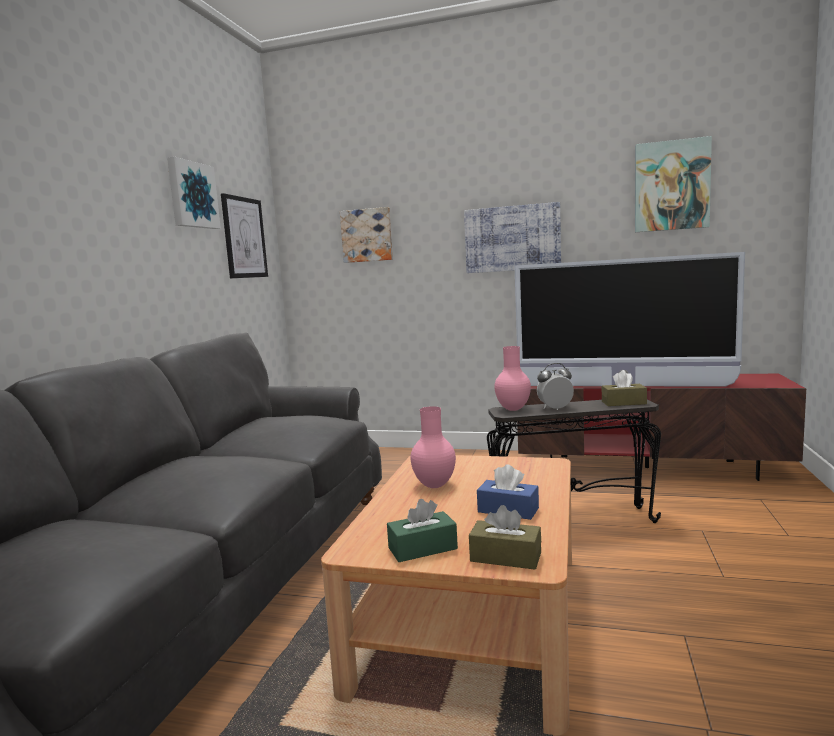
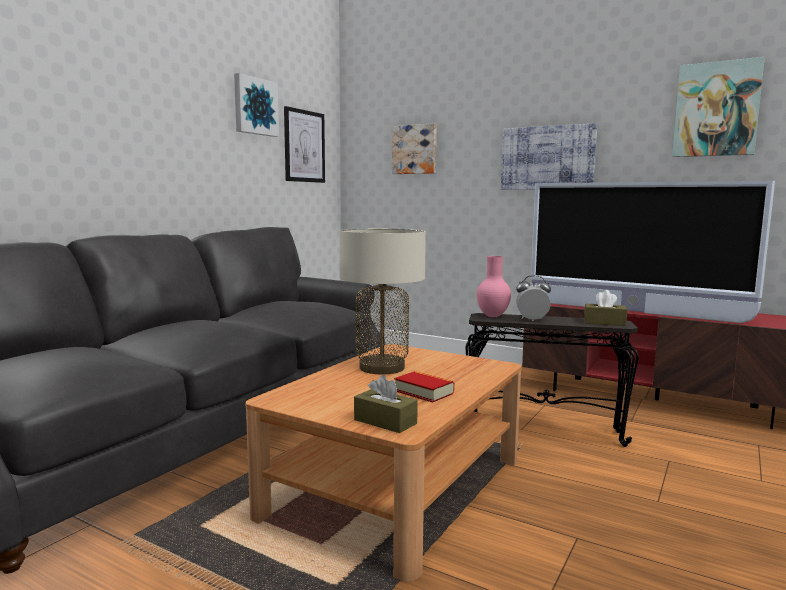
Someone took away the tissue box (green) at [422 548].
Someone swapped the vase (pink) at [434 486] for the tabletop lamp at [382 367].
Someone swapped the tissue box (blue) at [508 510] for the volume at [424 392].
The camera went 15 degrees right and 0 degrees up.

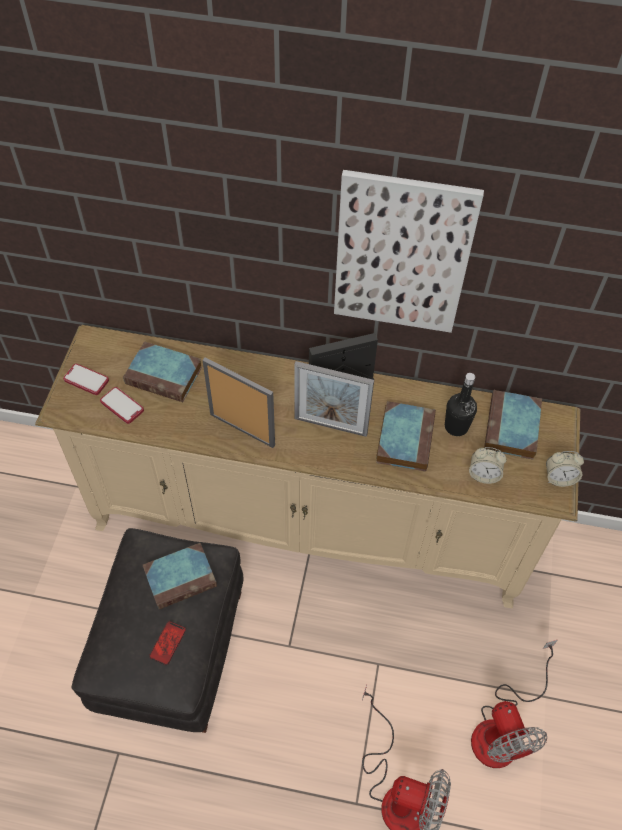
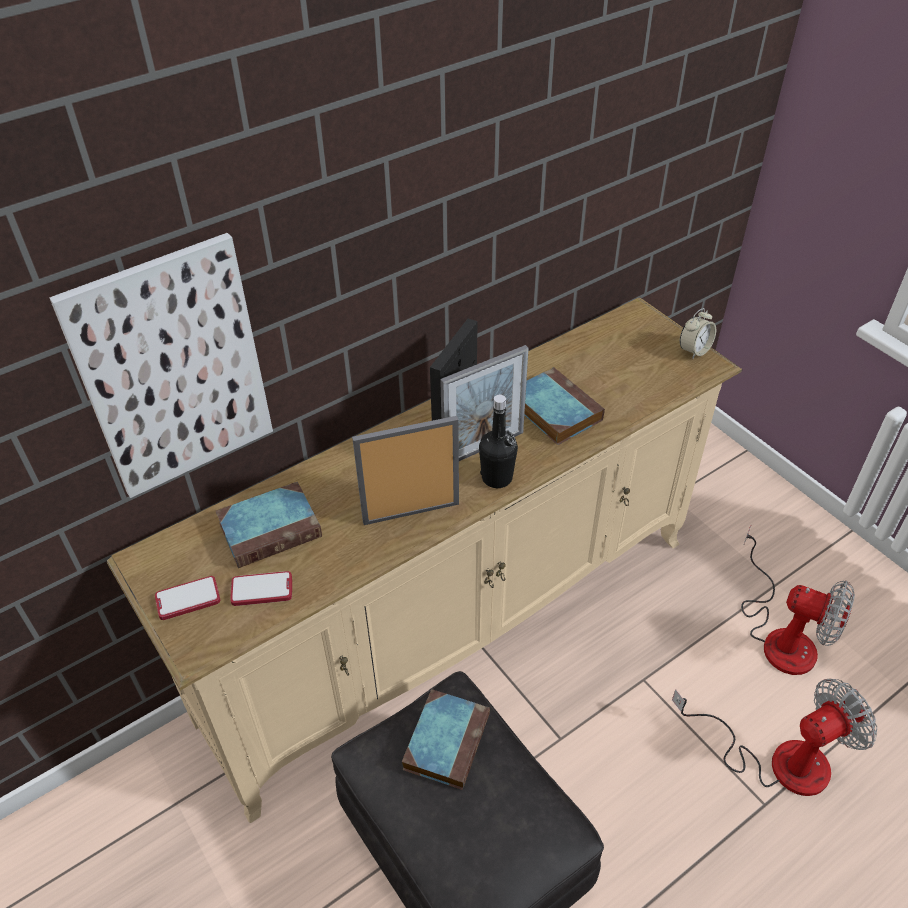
Someone took away the handset at [168 643].
Someone took away the alarm clock at [483 475].
Someone took away the volume at [512 429].
Someone carried the wall art from [402 255] to [173 370].
Someone carried the drink bottle (black) from [456 426] to [497 478].
The camera went 45 degrees left and 10 degrees down.

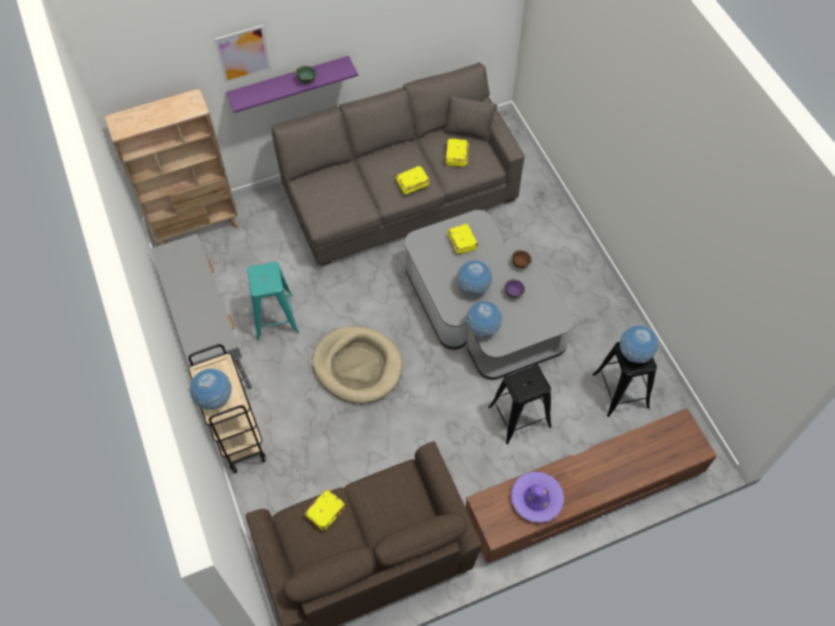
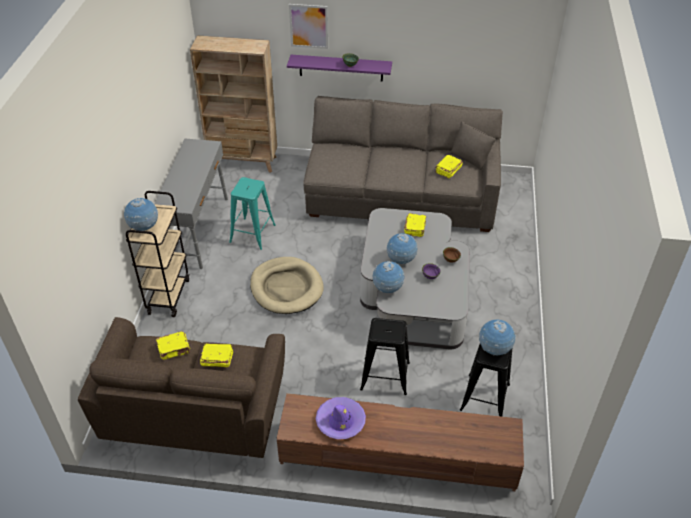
Someone carried the volume (yellow-coloured) from [412 184] to [217 359].
The camera went 30 degrees right and 15 degrees down.

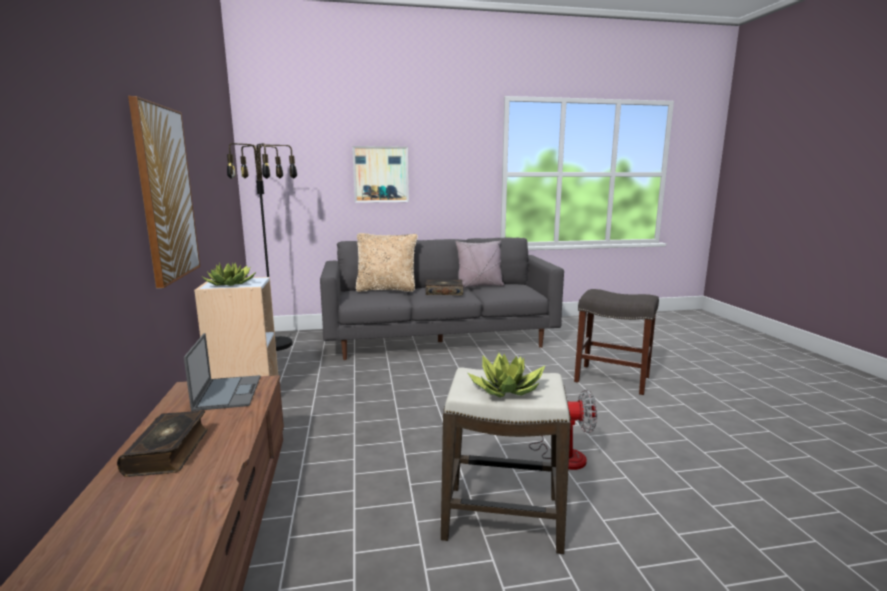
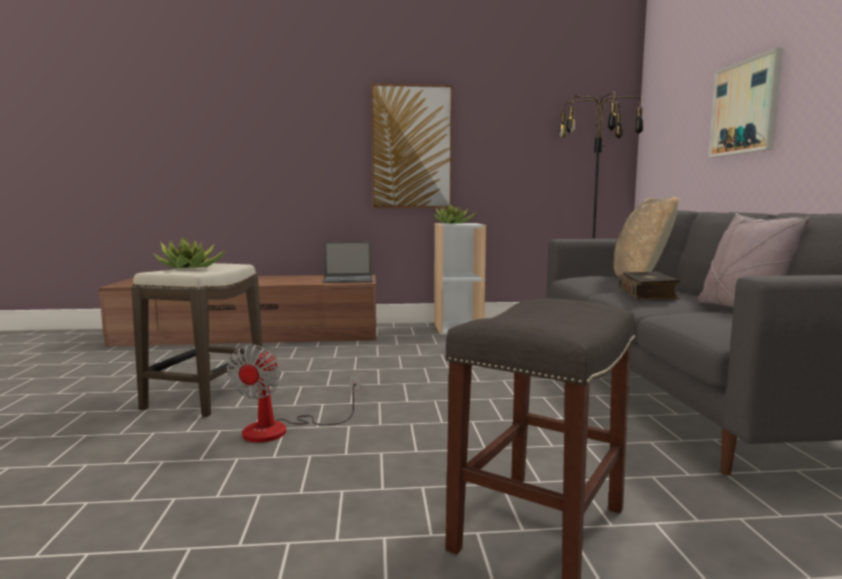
Someone took away the volume at [169 451].
The camera went 95 degrees right and 5 degrees down.

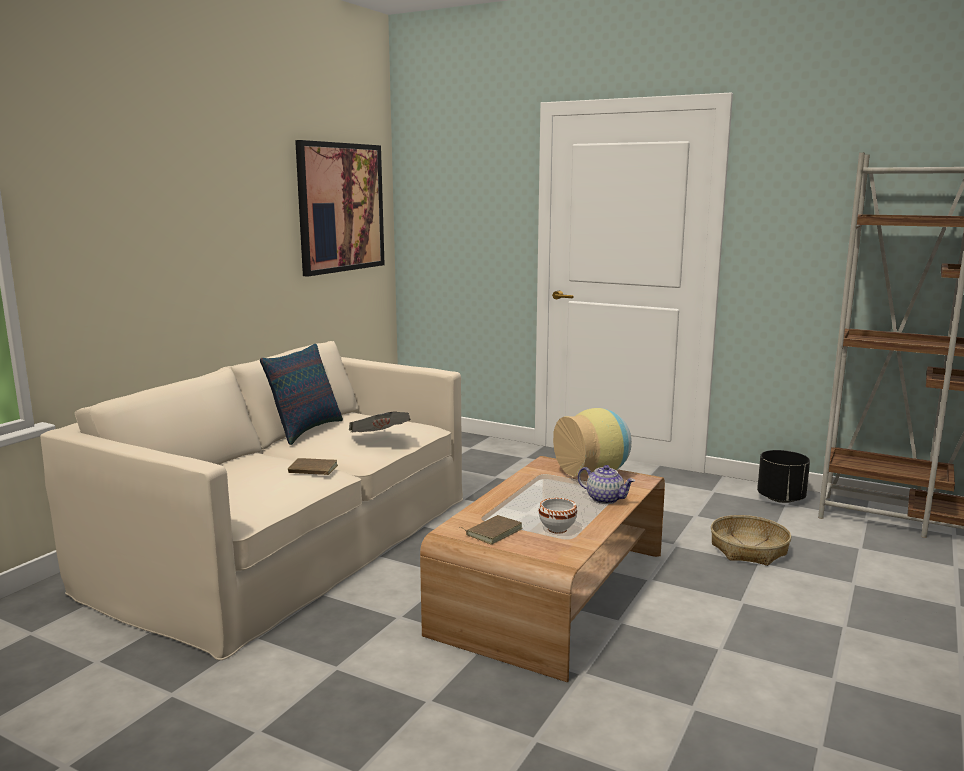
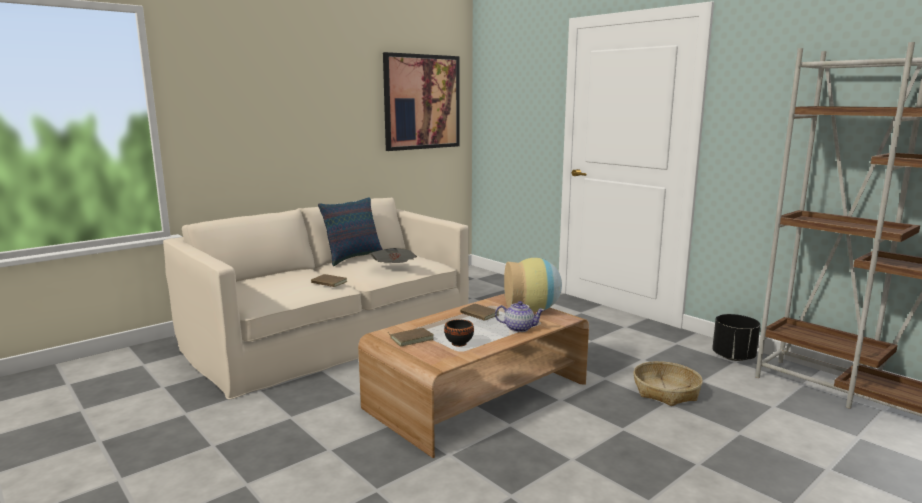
Someone put down the volume (brownish) at [478 314].
Someone repainted the serving bowl (white) at [557 528], which became the serving bowl (black) at [459 343].
Someone rotated the teapot at [605 499] by 45 degrees counterclockwise.
The camera went 20 degrees right and 0 degrees up.

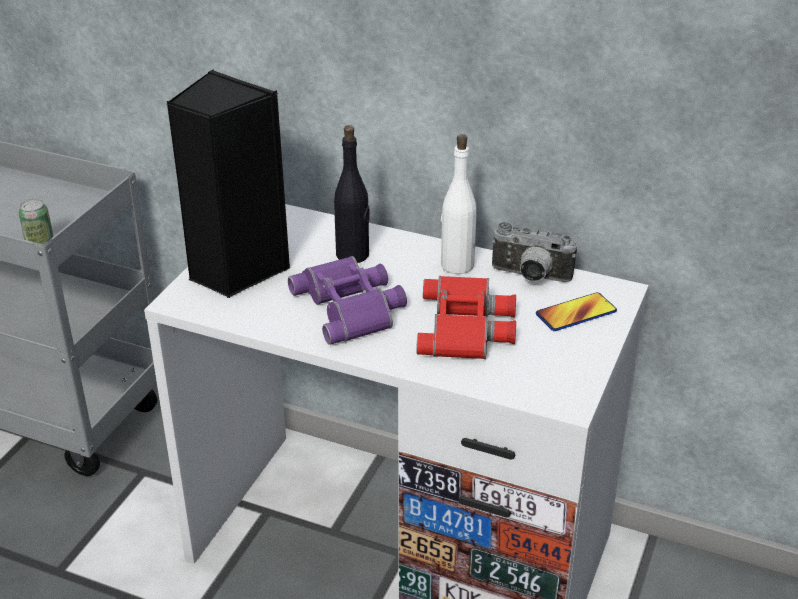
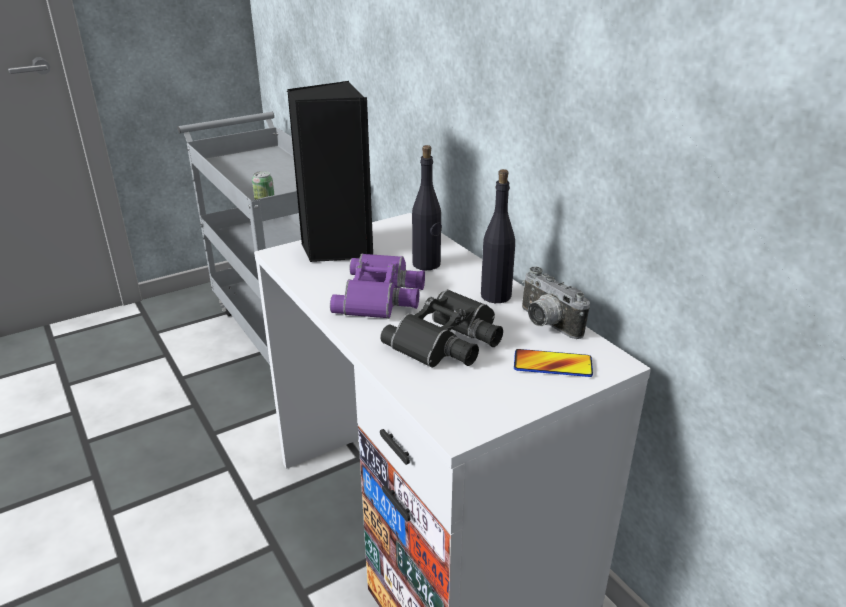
Someone repainted the binoculars (red-coloured) at [468 327], which became the binoculars (black) at [448 340].
Someone repainted the drink bottle (white) at [457 265], which became the drink bottle (black) at [495 296].
The camera went 35 degrees right and 5 degrees down.

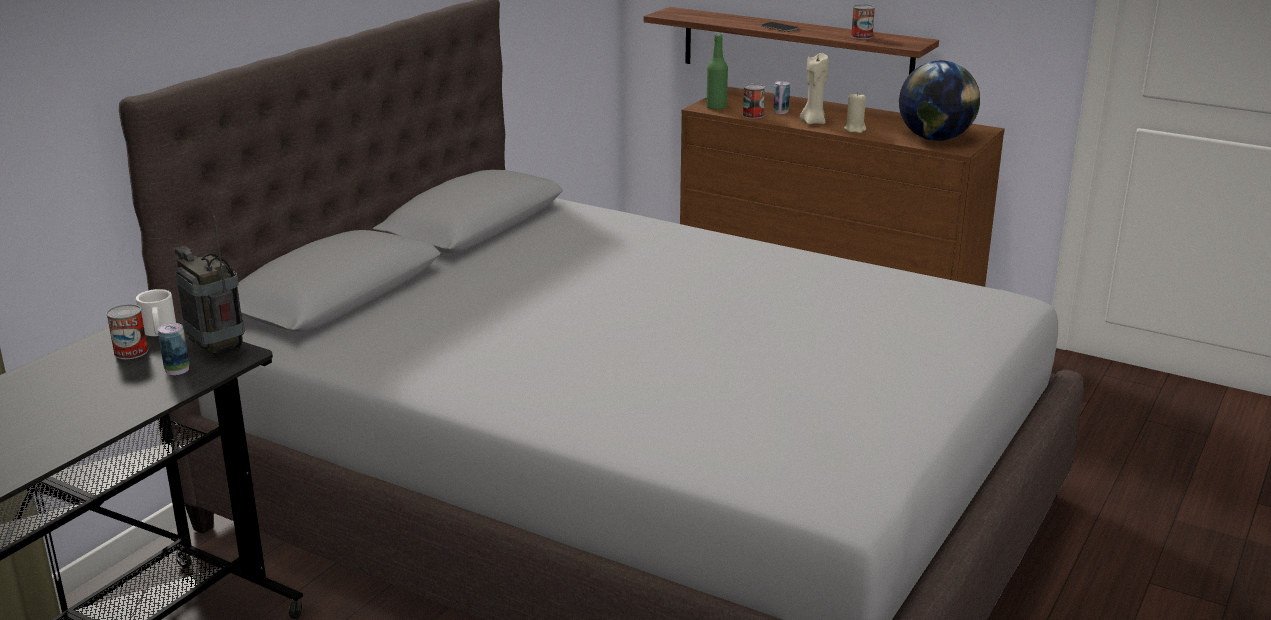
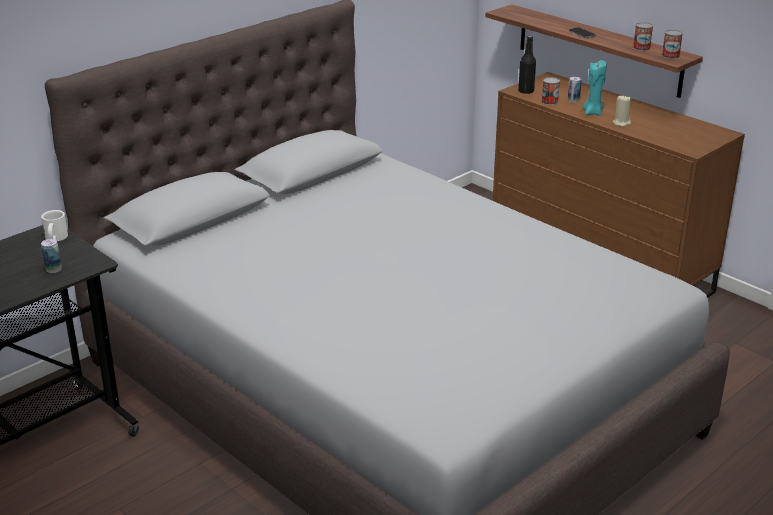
Someone took away the radio set at [217 349].
Someone took away the world globe at [935 139].
Someone carried the can from [131 352] to [670 55].
Someone repainted the drink bottle (green) at [716 107], which became the drink bottle (black) at [526 91].
Someone repainted the candle (beige-coloured) at [813 122], which became the candle (turquoise-coloured) at [592 113].
The camera went 15 degrees right and 5 degrees up.

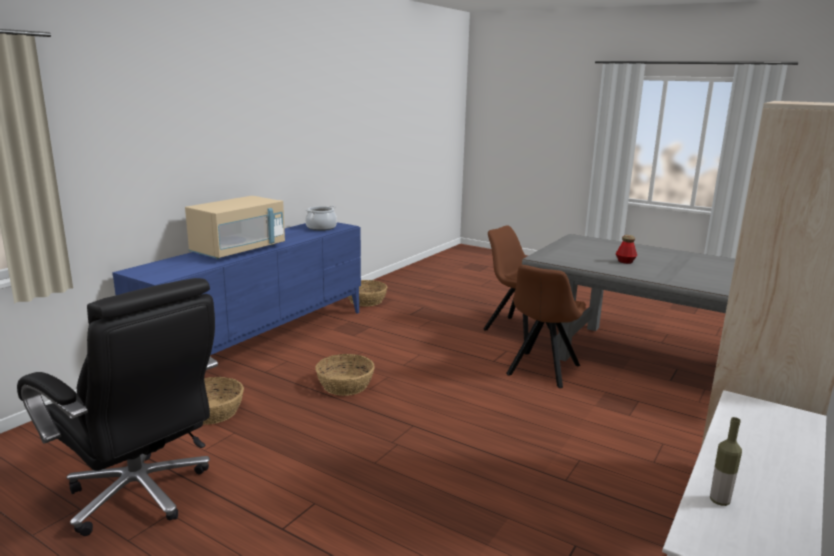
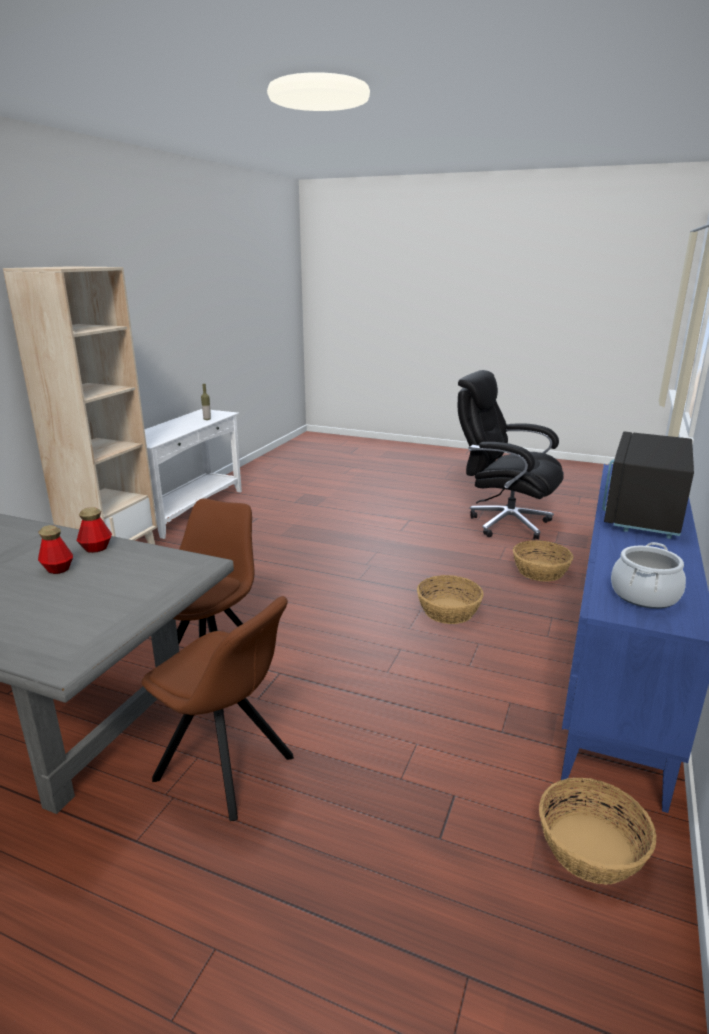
Someone put down the drink bottle at [96 548].
Someone repainted the microwave oven (beige-coloured) at [239 250], which became the microwave oven (black) at [642 514].
The camera went 170 degrees right and 5 degrees up.

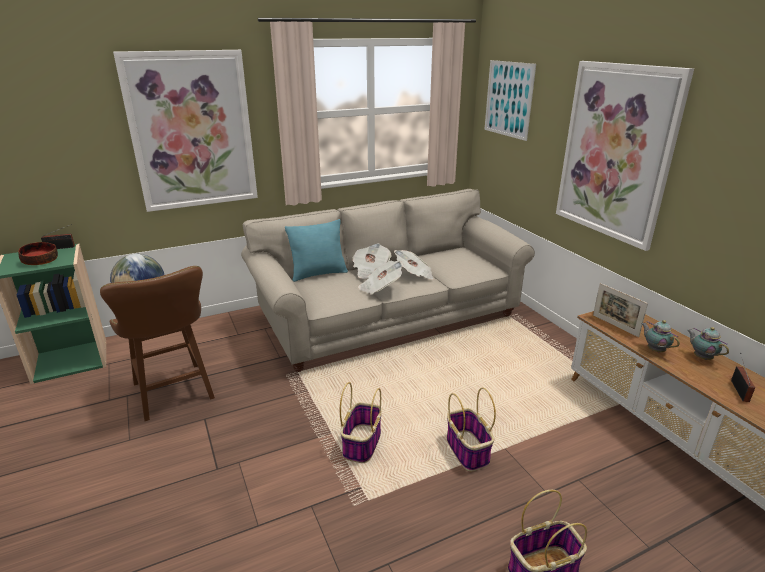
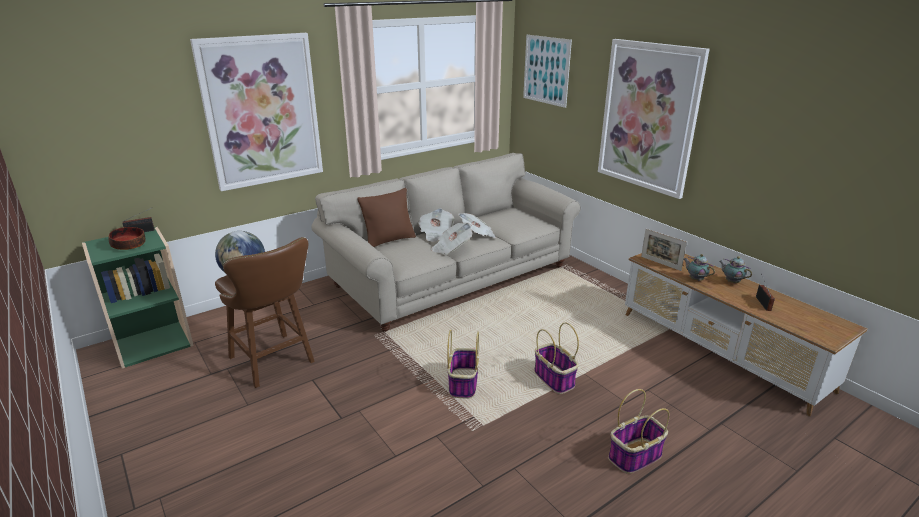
Someone repainted the throw pillow (turquoise-coloured) at [318 274], which became the throw pillow (brownish) at [389 240].
The camera went 10 degrees left and 0 degrees up.

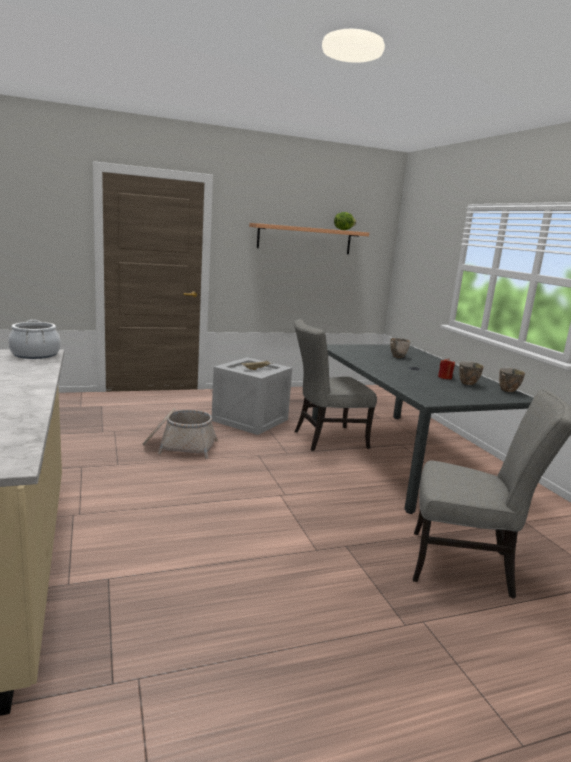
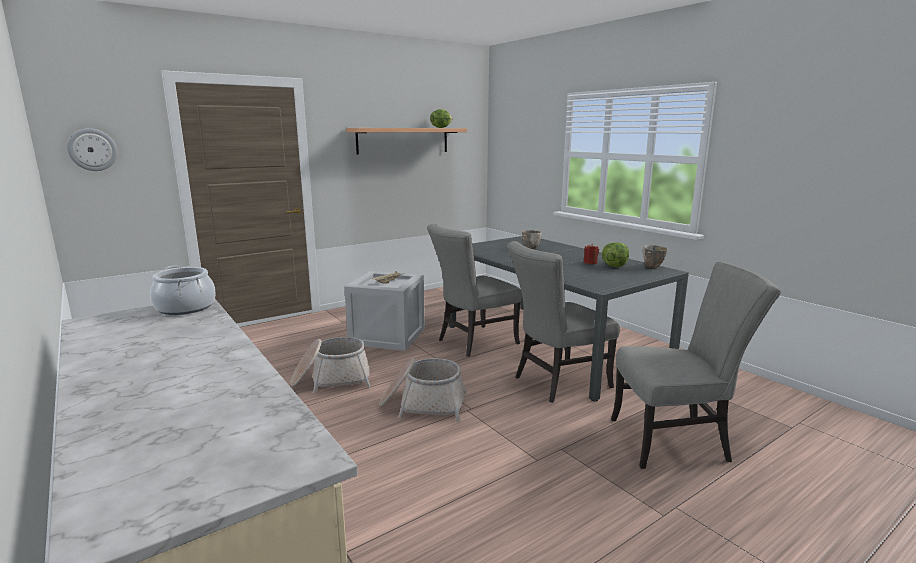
Someone put up the hanging clock at [92 149].
Someone put down the storage basket at [423 404].
Someone put down the chair (gray) at [556 382].
Someone swapped the serving bowl at [467 384] for the lettuce head at [614 266].
The camera went 15 degrees left and 0 degrees up.

